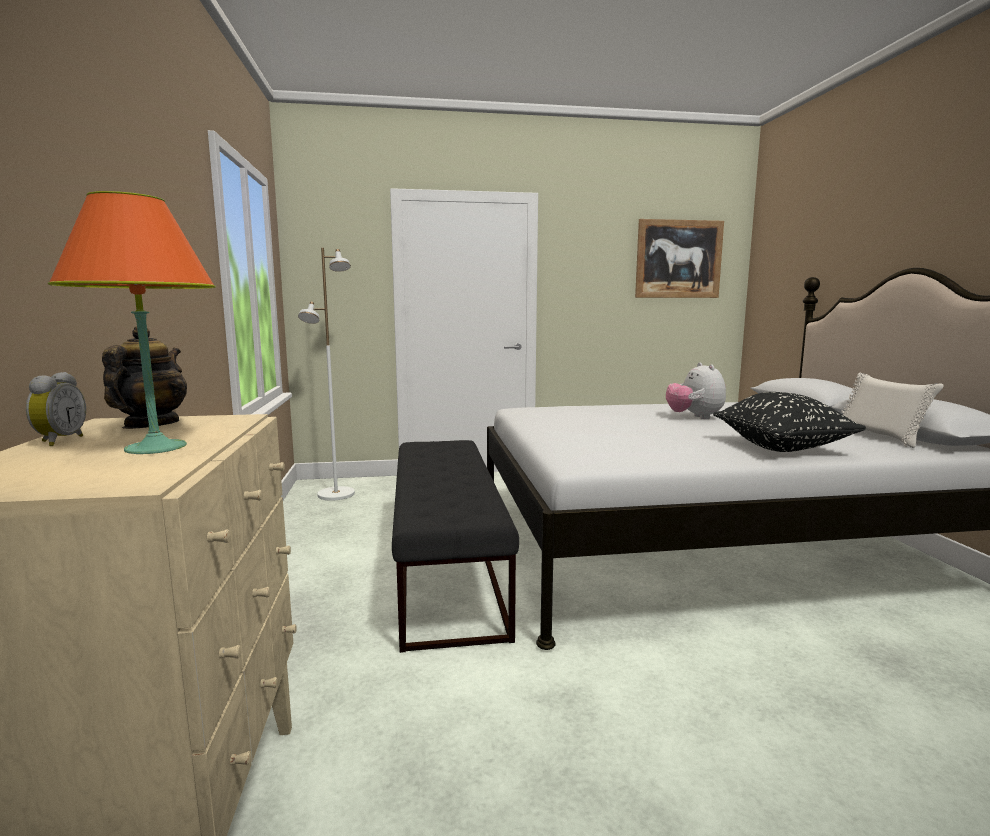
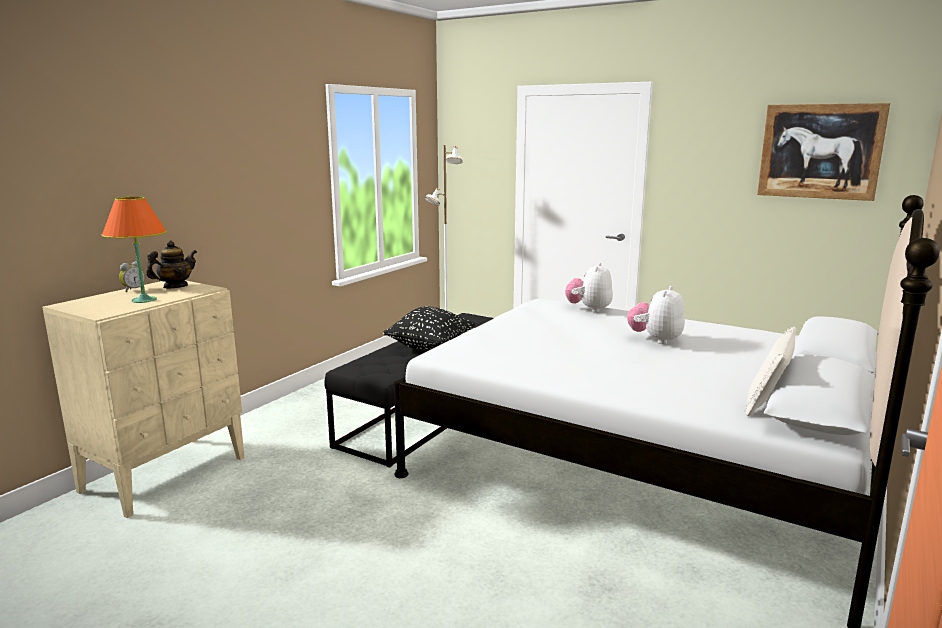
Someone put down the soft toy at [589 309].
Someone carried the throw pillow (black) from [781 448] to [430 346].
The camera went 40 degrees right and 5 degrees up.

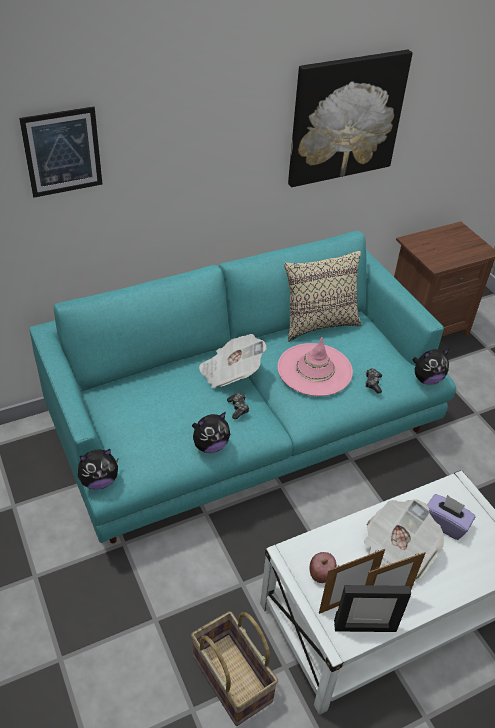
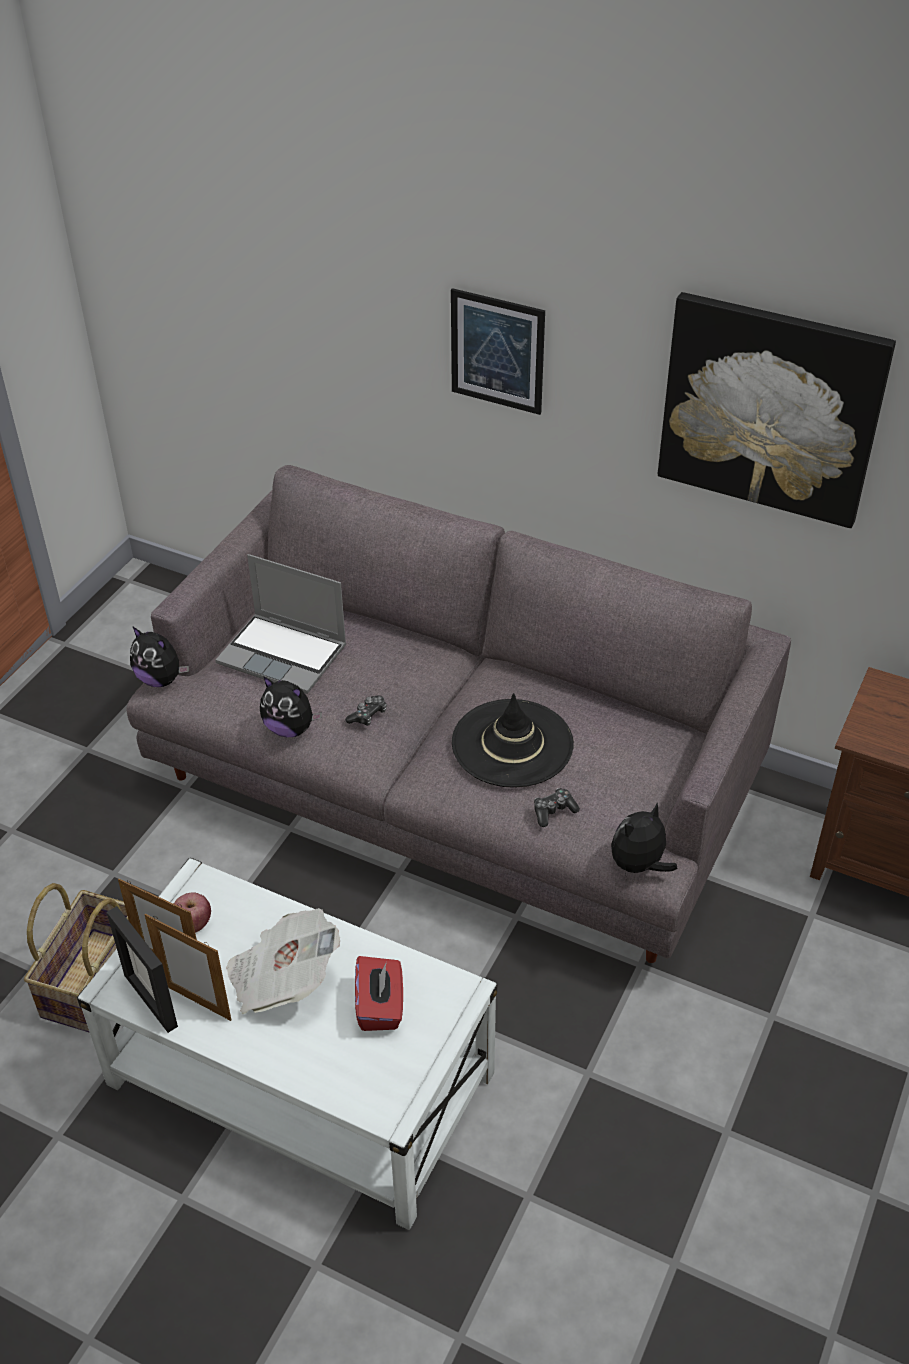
Someone took away the printed paper at [230 373].
Someone took away the throw pillow (beige-coloured) at [320 326].
Someone put down the notebook computer at [284 655].
Someone carried the wall art from [62 152] to [497 351].
Someone repainted the couch (turquoise-coloured) at [242 426], which became the couch (gray) at [456 781].
Someone repainted the clothing hat (pink) at [314 370], which became the clothing hat (black) at [512 744].
Someone repainted the tissue box (purplish) at [445 523], which became the tissue box (red-coloured) at [380 1007].
Someone rotated the soft toy at [427 379] by 105 degrees clockwise.
The camera went 55 degrees right and 0 degrees up.

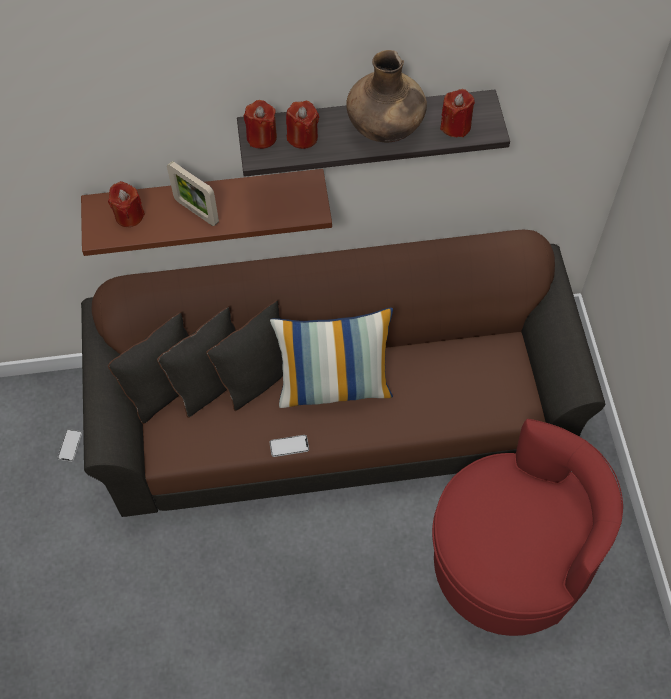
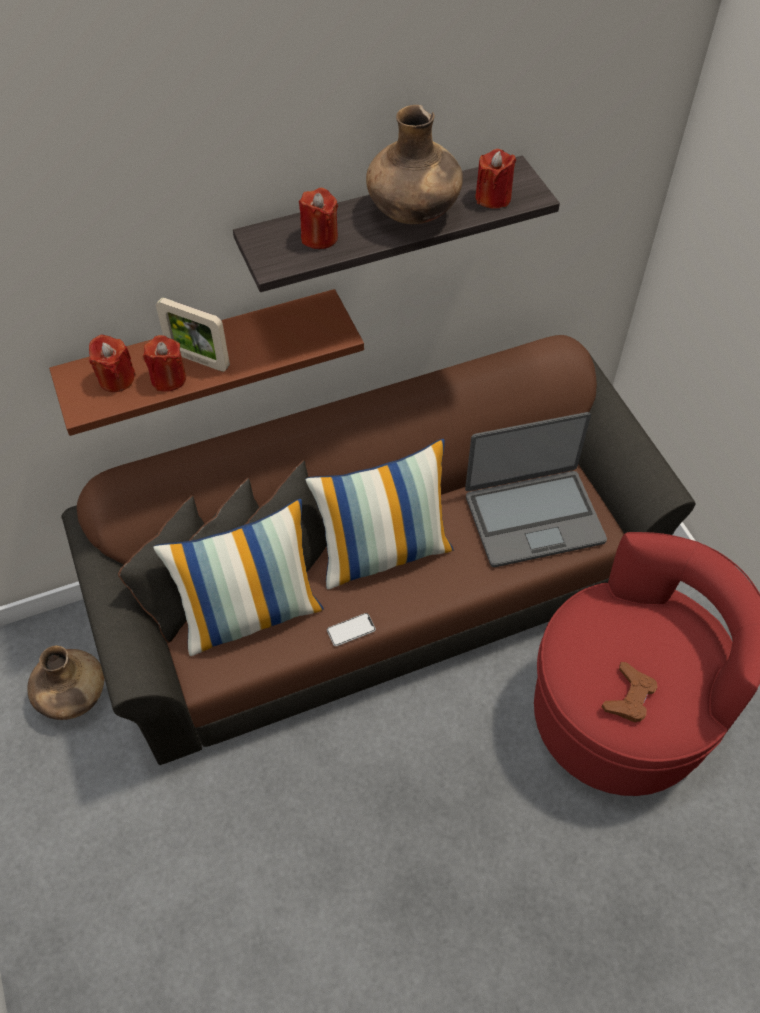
Someone put down the throw pillow at [251 613].
Someone put down the notebook computer at [533 517].
Someone put down the game controller (brownish) at [629 696].
Someone carried the candle (red-coloured) from [261 137] to [168 378].
Someone swapped the handset at [70 445] for the vase (brownish) at [73 697].
The camera went 15 degrees left and 5 degrees down.

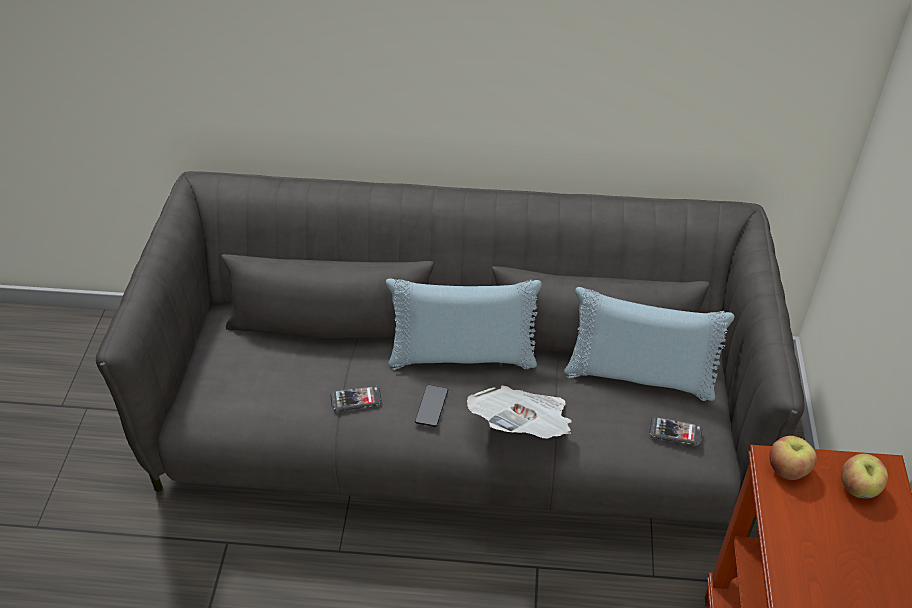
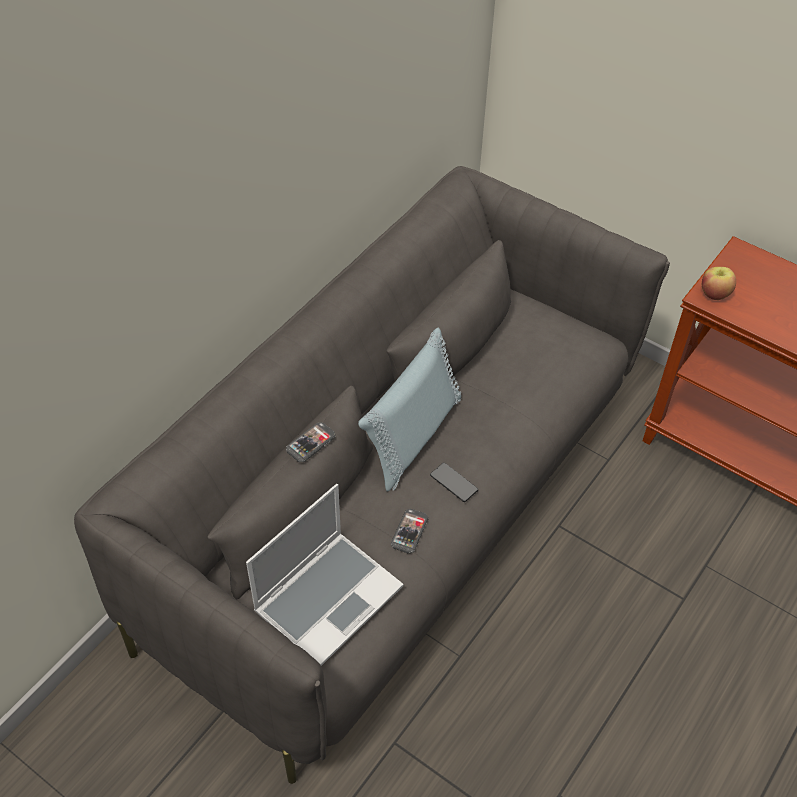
Someone took away the printed paper at [523 428].
Someone took away the throw pillow (blue) at [640 376].
Someone took away the apple fruit at [858 488].
Someone put down the notebook computer at [328 597].
Someone carried the handset from [675 432] to [311 443].
The camera went 60 degrees left and 5 degrees up.

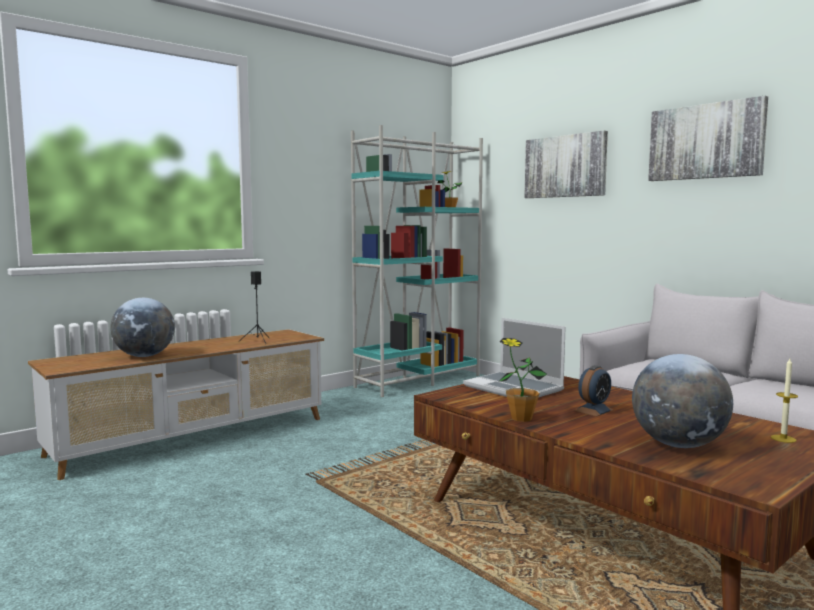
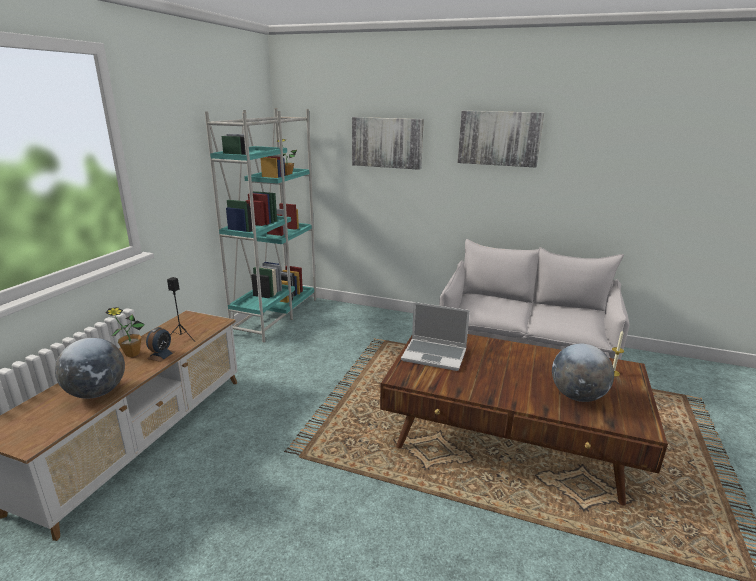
Someone carried the houseplant from [521 418] to [132 354].
Someone carried the alarm clock from [593 410] to [161 355].
The camera went 30 degrees left and 15 degrees up.

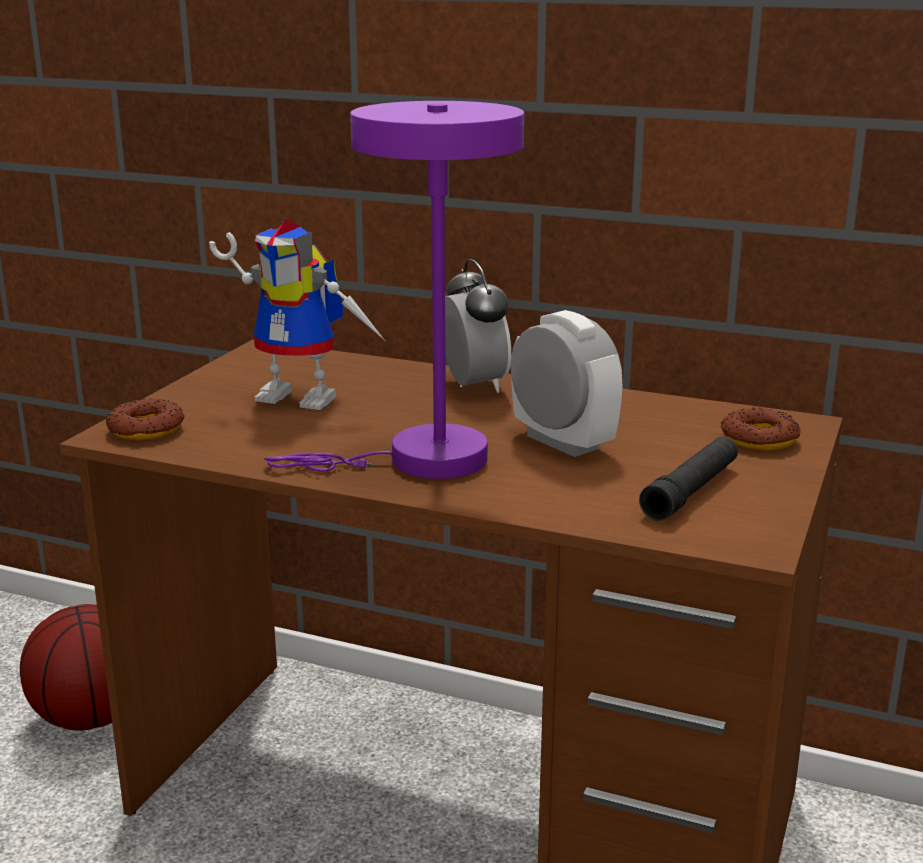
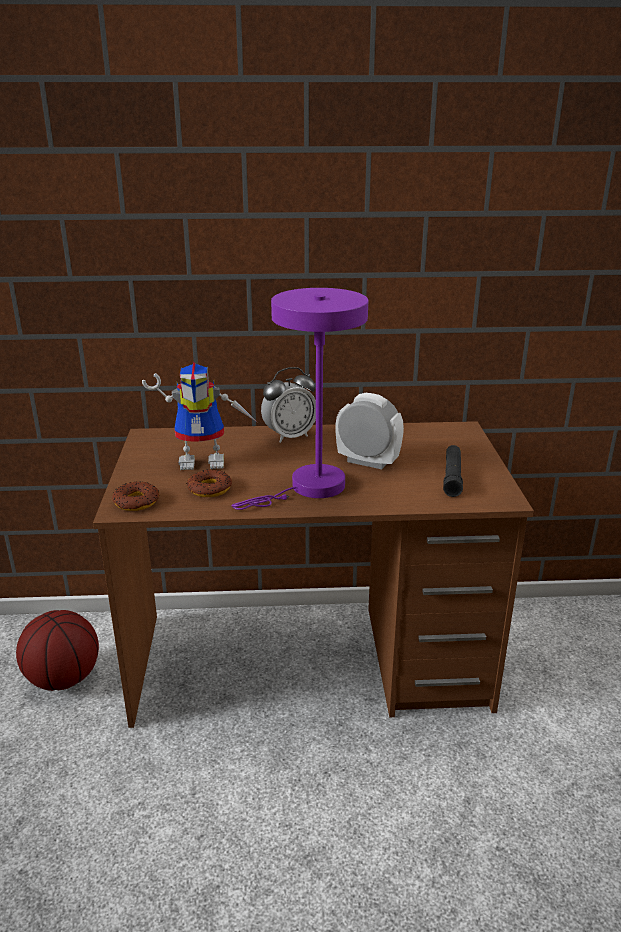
Someone carried the donut from [759 439] to [209 488].
Someone rotated the alarm clock at [474 386] by 105 degrees clockwise.
The camera went 25 degrees left and 5 degrees up.

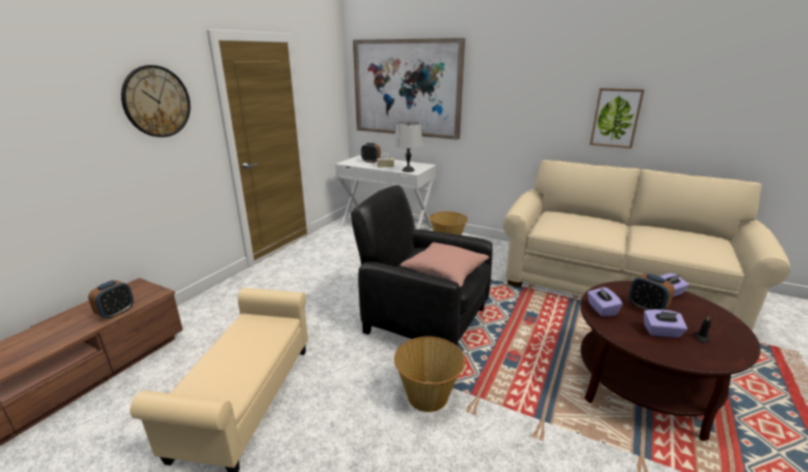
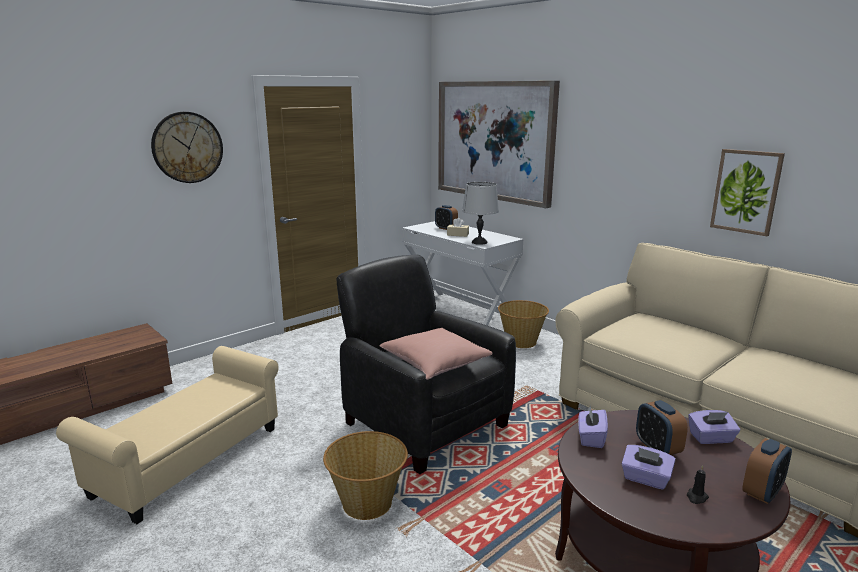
Someone carried the alarm clock from [116 313] to [762 492].
The camera went 20 degrees right and 5 degrees down.

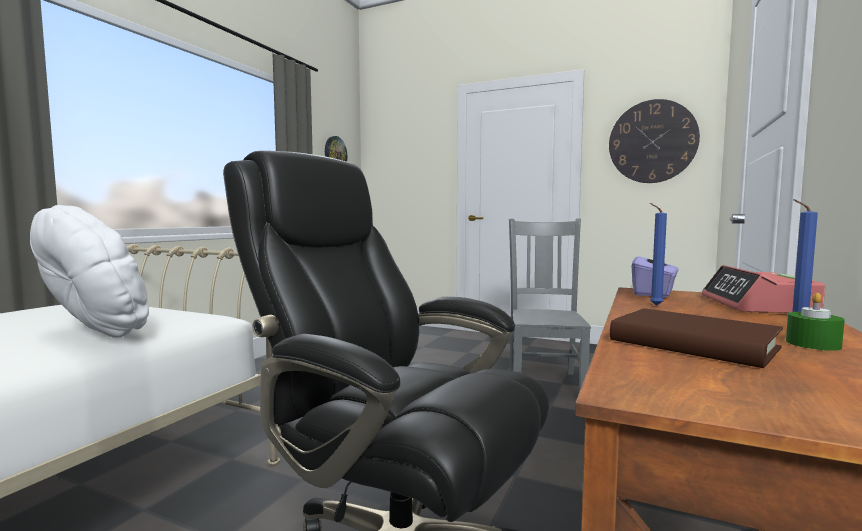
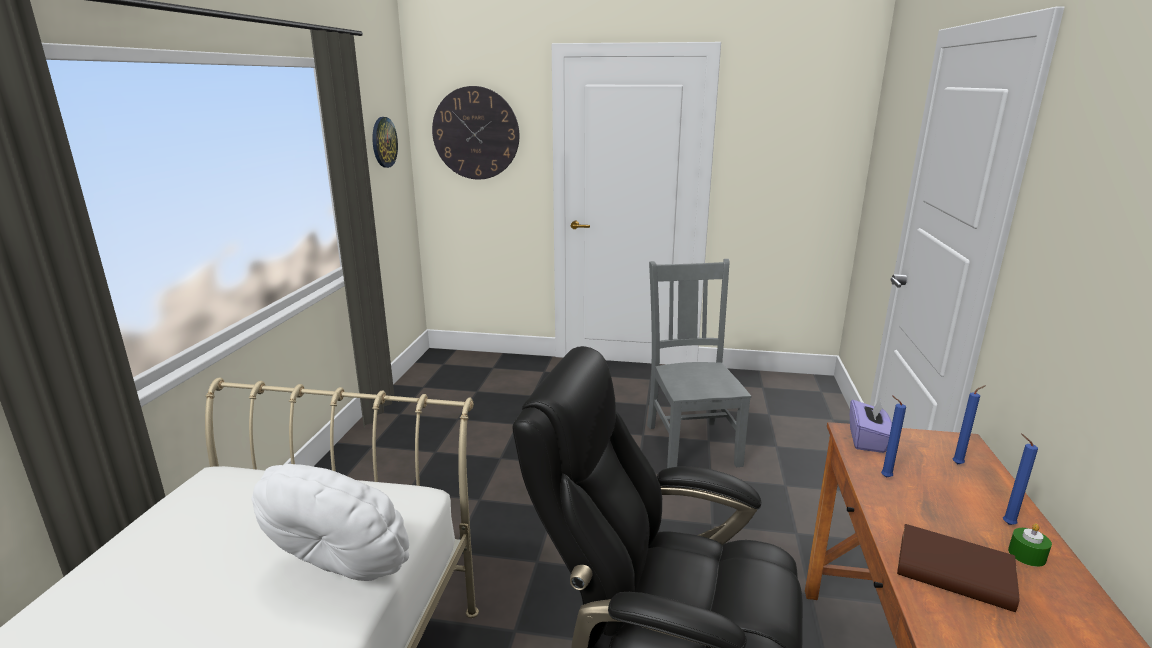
Someone carried the hanging clock from [652 141] to [475 133].
Someone swapped the alarm clock at [757 305] for the candle (blue) at [959 464].
The camera went 15 degrees left and 15 degrees up.

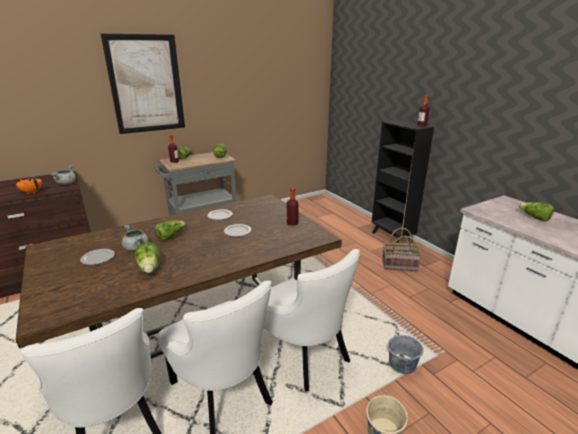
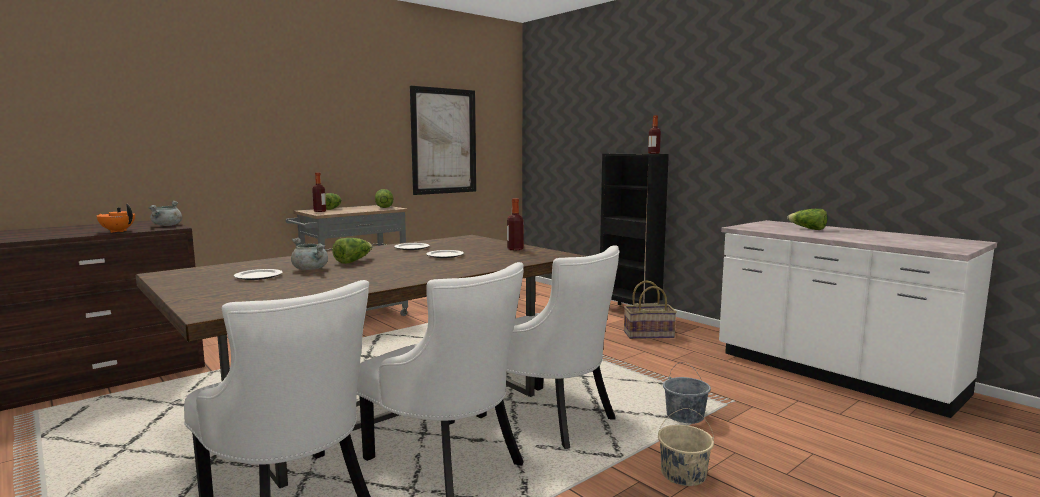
Someone took away the lettuce head at [150 268].
Someone carried the wall art from [146 84] to [444 141].
The camera went 10 degrees left and 15 degrees down.

